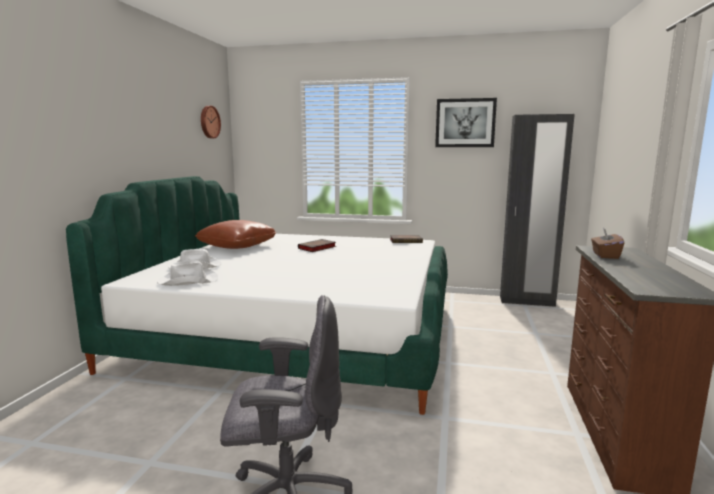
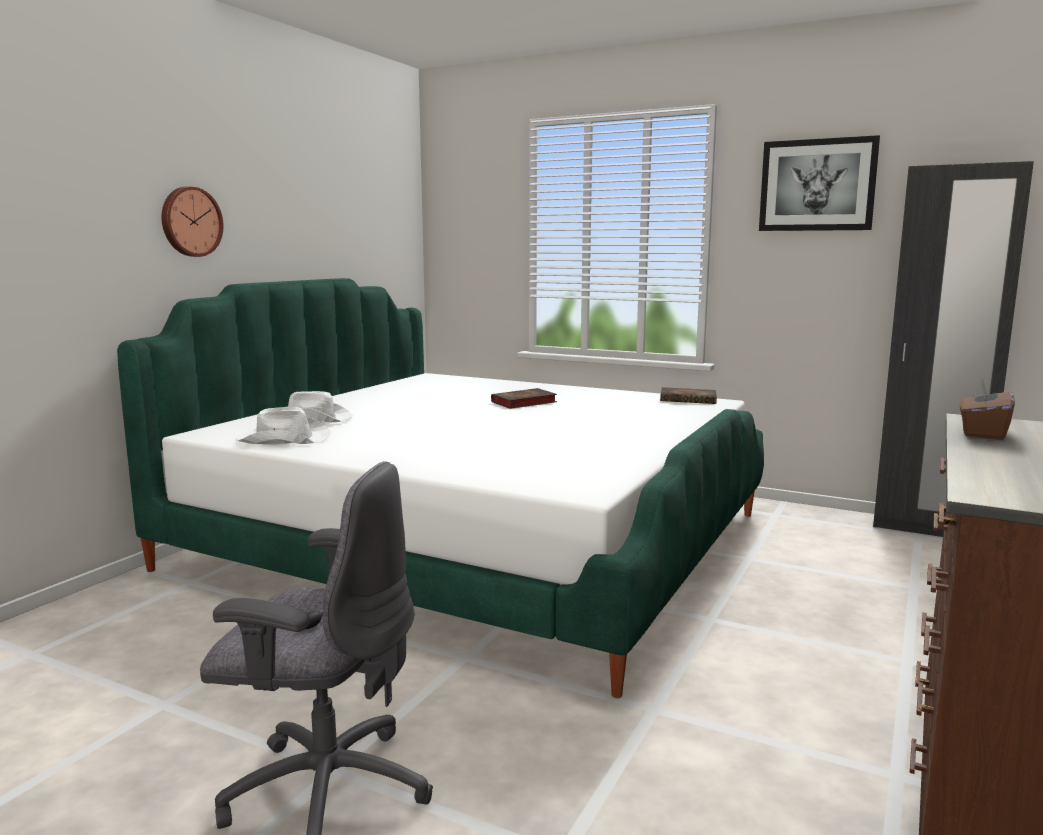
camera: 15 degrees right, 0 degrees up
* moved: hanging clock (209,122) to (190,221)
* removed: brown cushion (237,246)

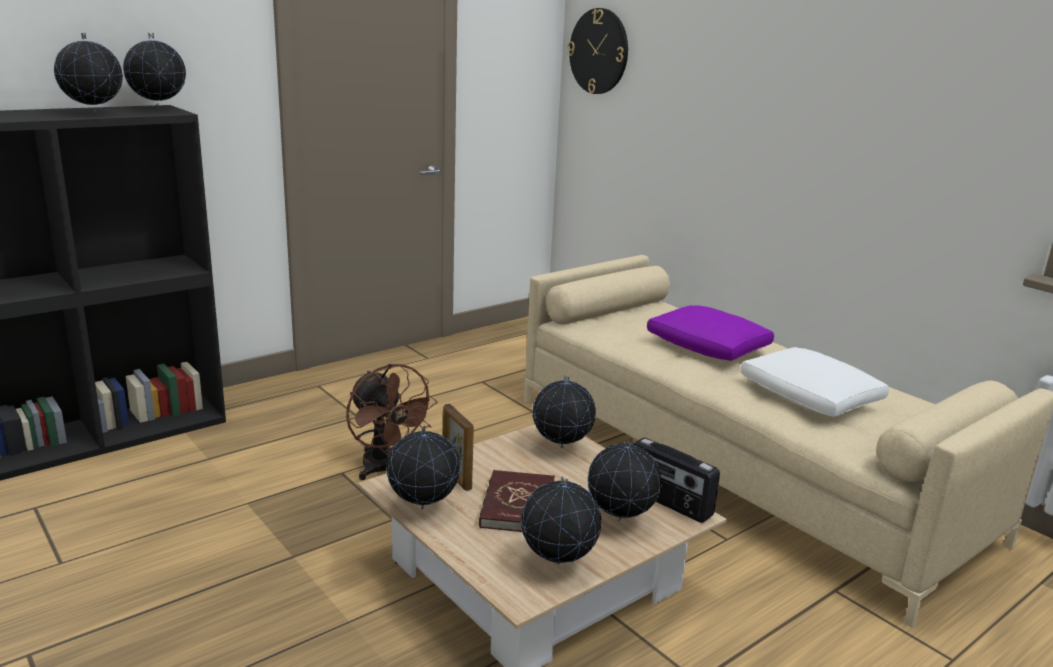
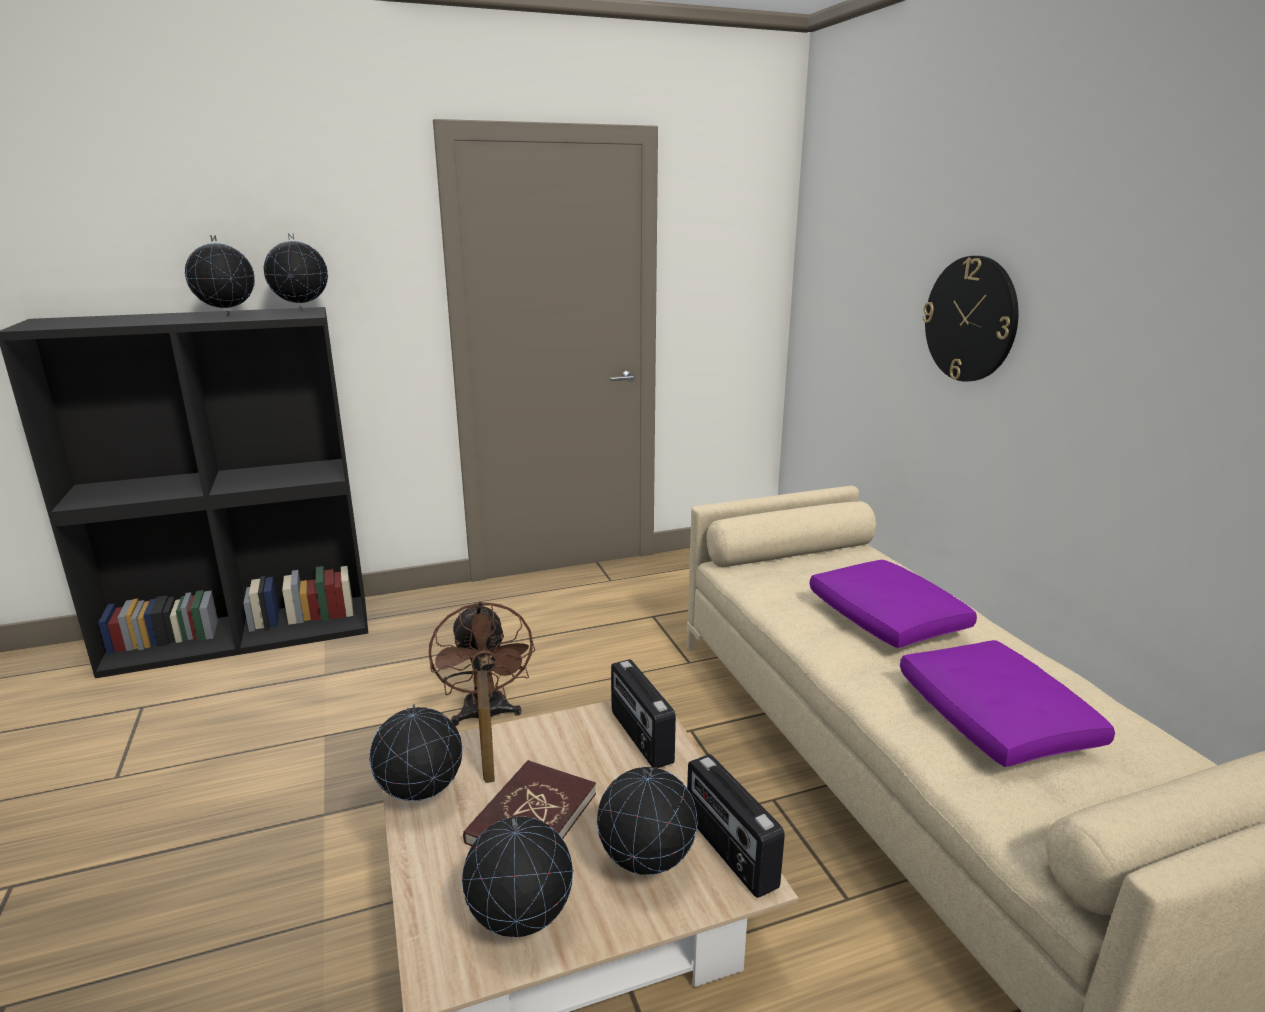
camera: 20 degrees right, 0 degrees up
* moved: hanging clock (599,51) to (970,319)
* recoloured: white cushion (810,398) to purple cushion (996,721)
* replaced: globe (561,448) to radio receiver (640,737)

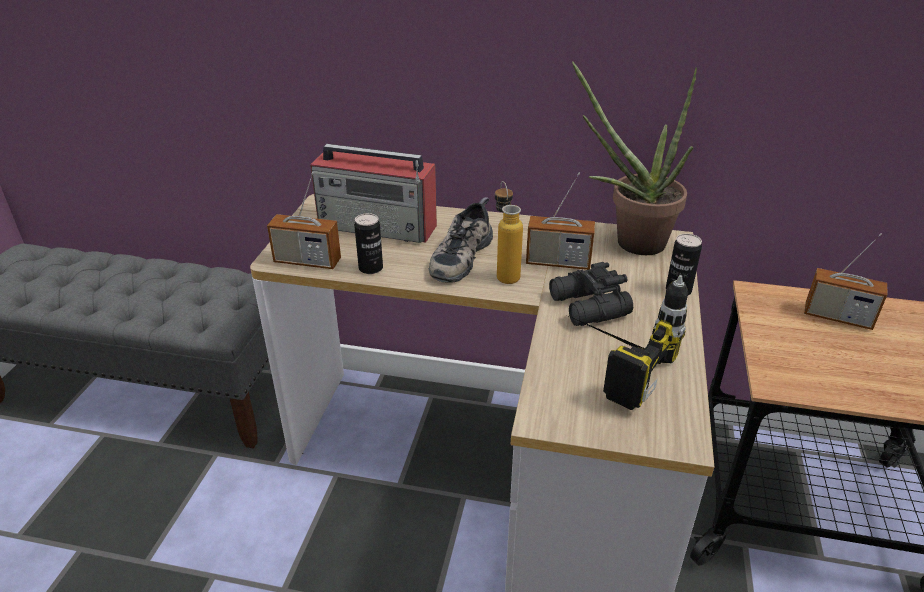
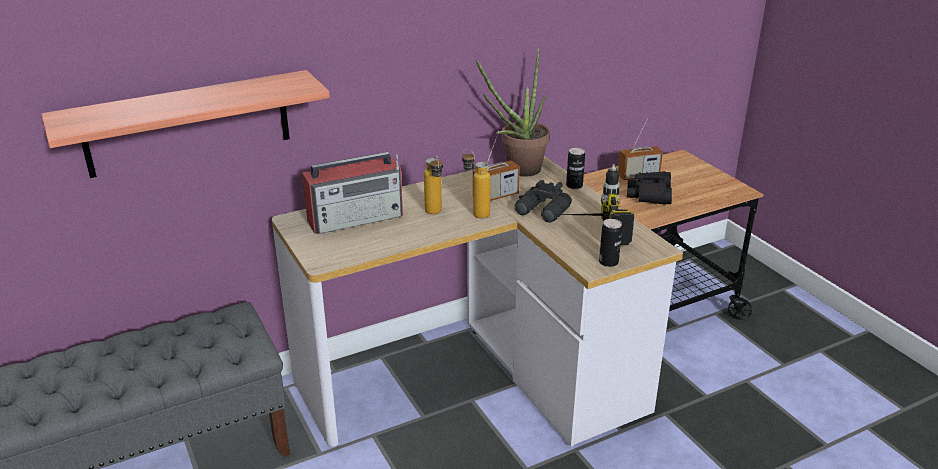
camera: 40 degrees left, 5 degrees down
* removed: radio receiver (307,261)
* replaced: item of footwear (460,255) to bottle (435,214)
* moved: metal can (370,268) to (608,262)
* added: wall shelf (188,124)
* added: blackish field glasses (650,195)

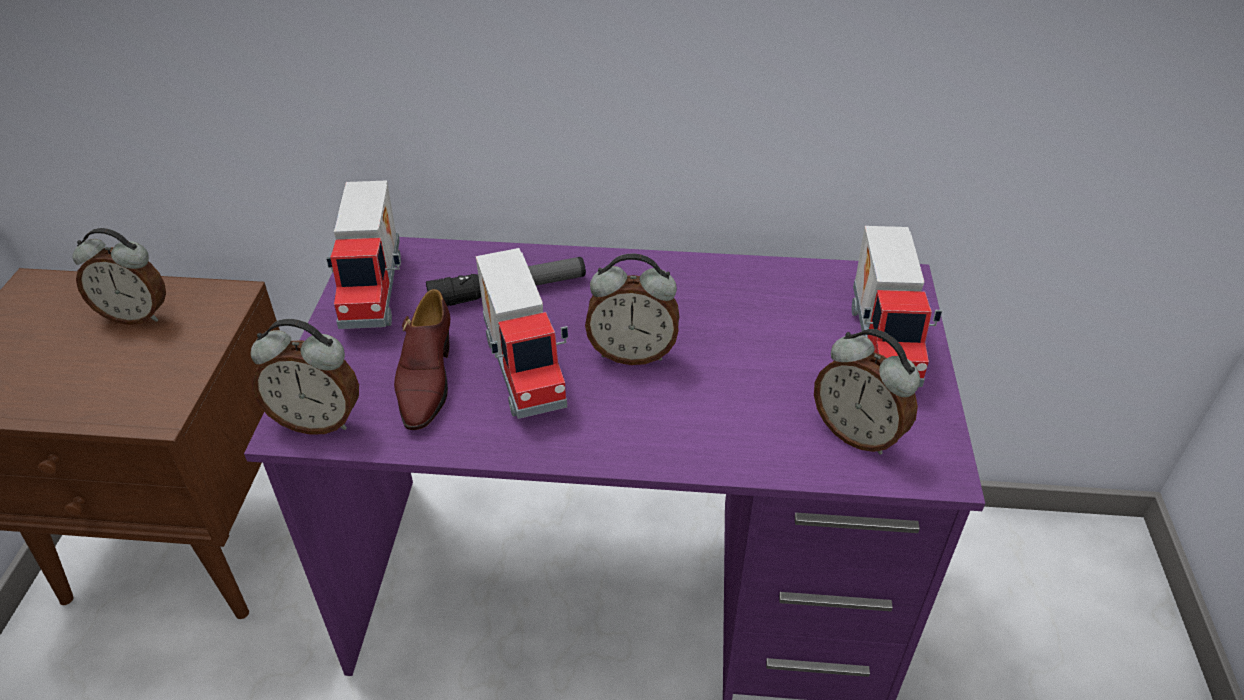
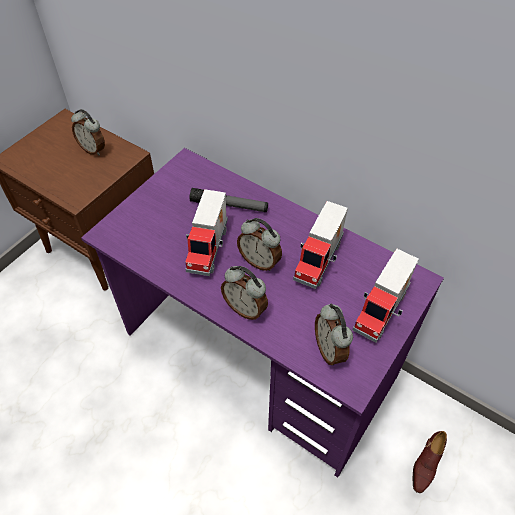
camera: 30 degrees right, 10 degrees up
* moved: toy truck (377,291) to (320,261)
* moved: brown item of footwear (425,379) to (426,464)
* moved: alarm clock (318,420) to (245,308)

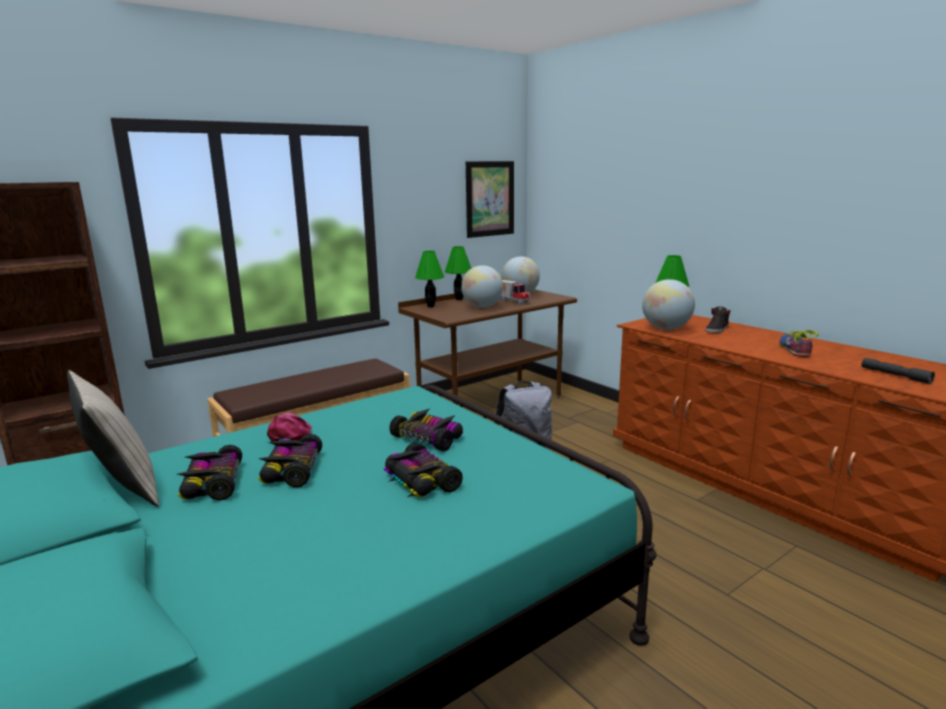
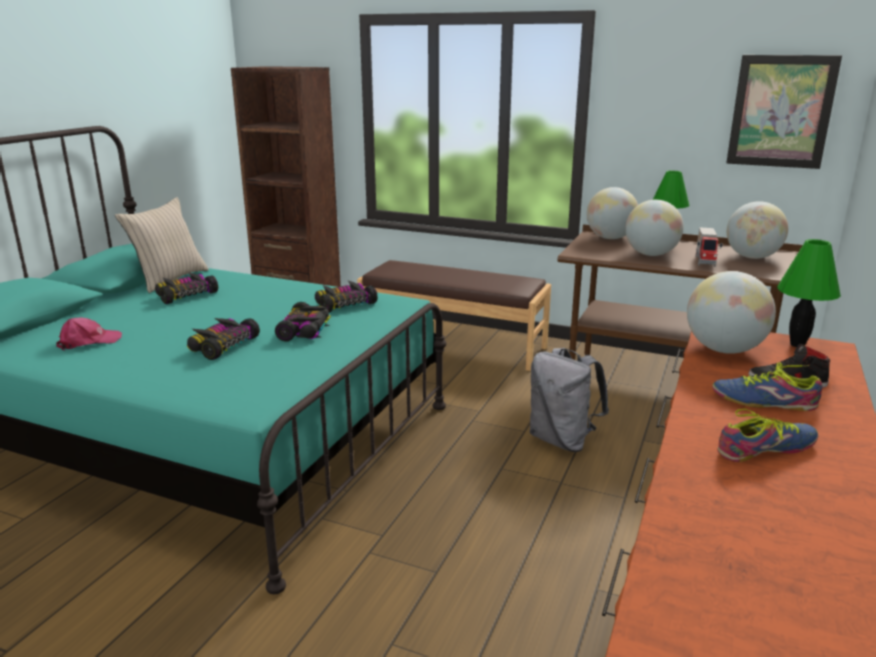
camera: 60 degrees right, 5 degrees up
* replaced: green tabletop lamp (430,306) to globe (610,238)
* removed: grey torch (895,375)
* moved: pinkish peaked cap (291,436) to (88,342)
* moved: model car (291,470) to (344,304)
* added: item of footwear (764,402)

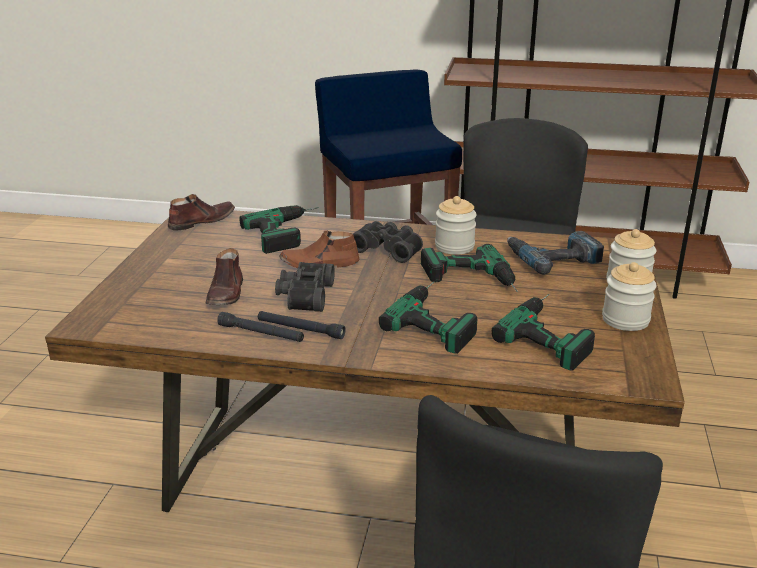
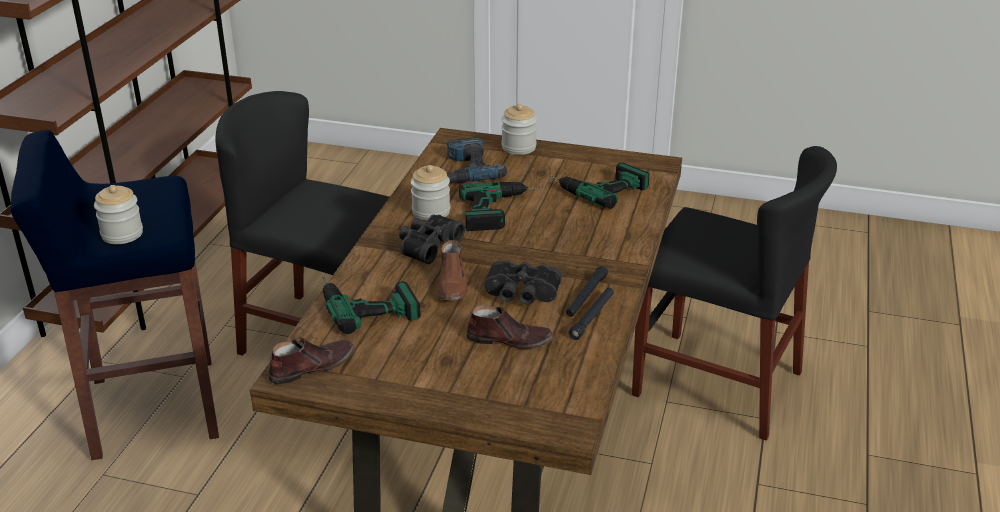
camera: 85 degrees left, 5 degrees up
* turned: brown item of footwear (201,221) = (312,367) 90 degrees clockwise
* moved: storage jar (625,320) to (122,234)
* removed: power drill (439,319)

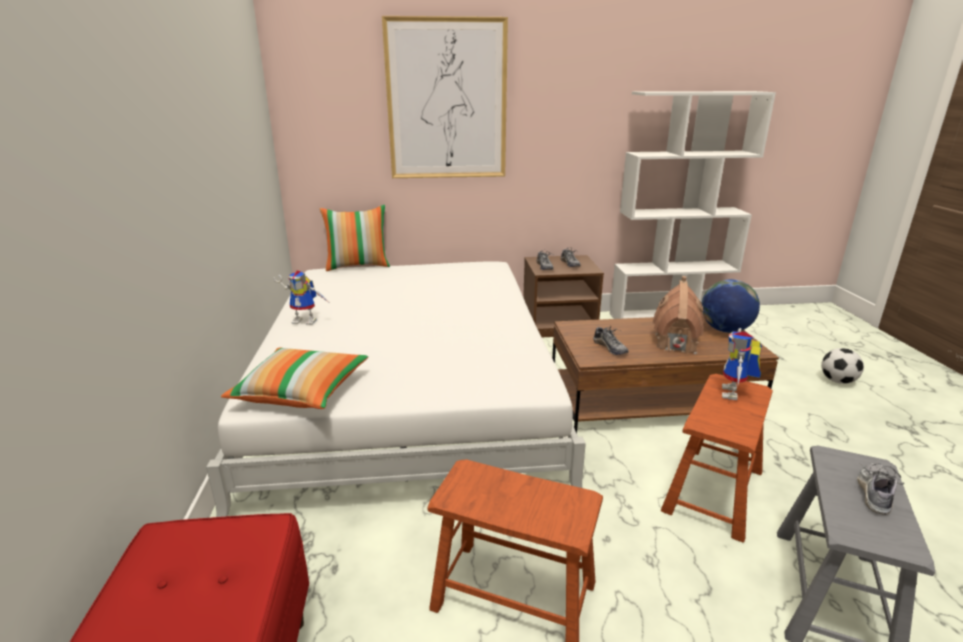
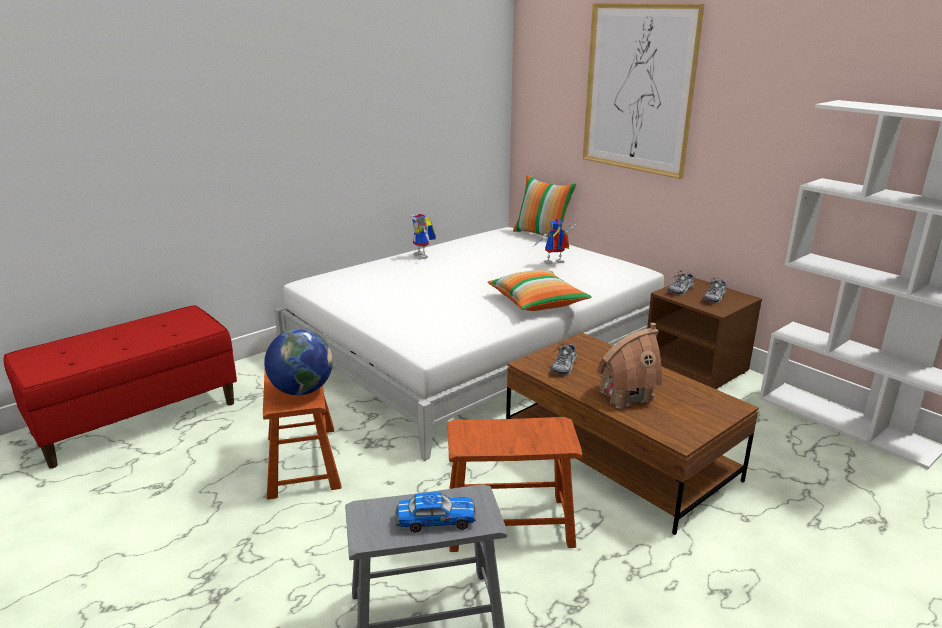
camera: 55 degrees right, 0 degrees up
* moved: globe (725,330) to (301,390)
* moved: model robot (735,394) to (553,263)
* moved: cushion (302,392) to (537,302)
* removed: ball for football (837,381)
* replaced: item of footwear (874,492) to model car (435,520)

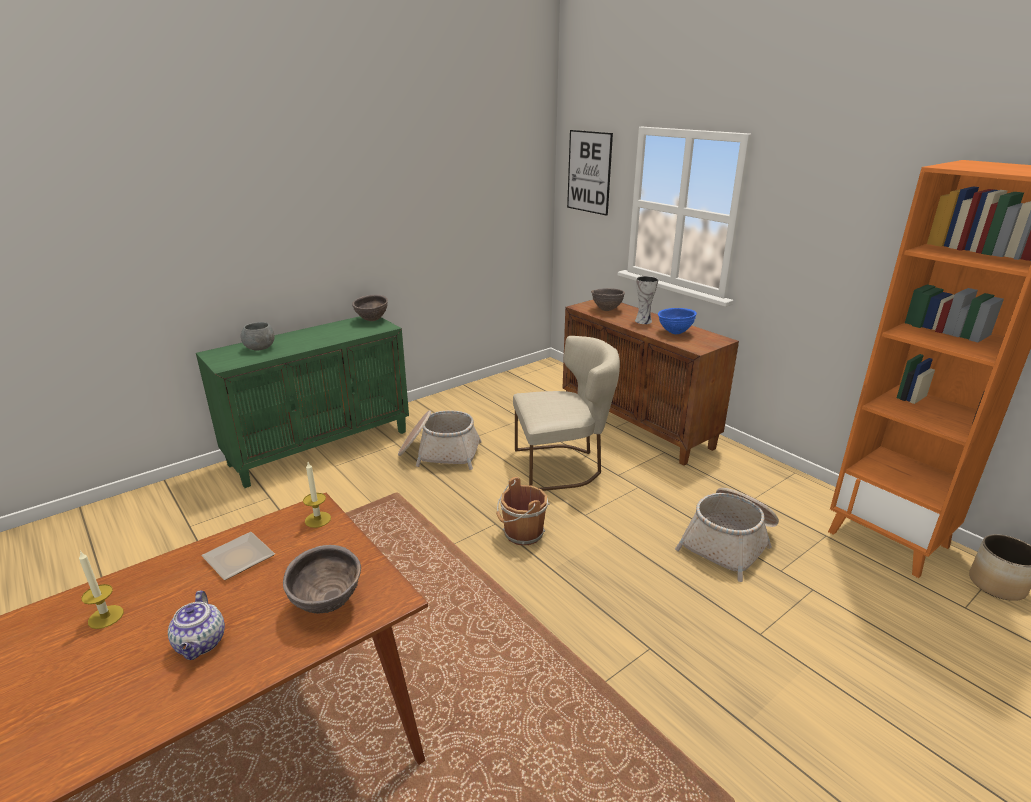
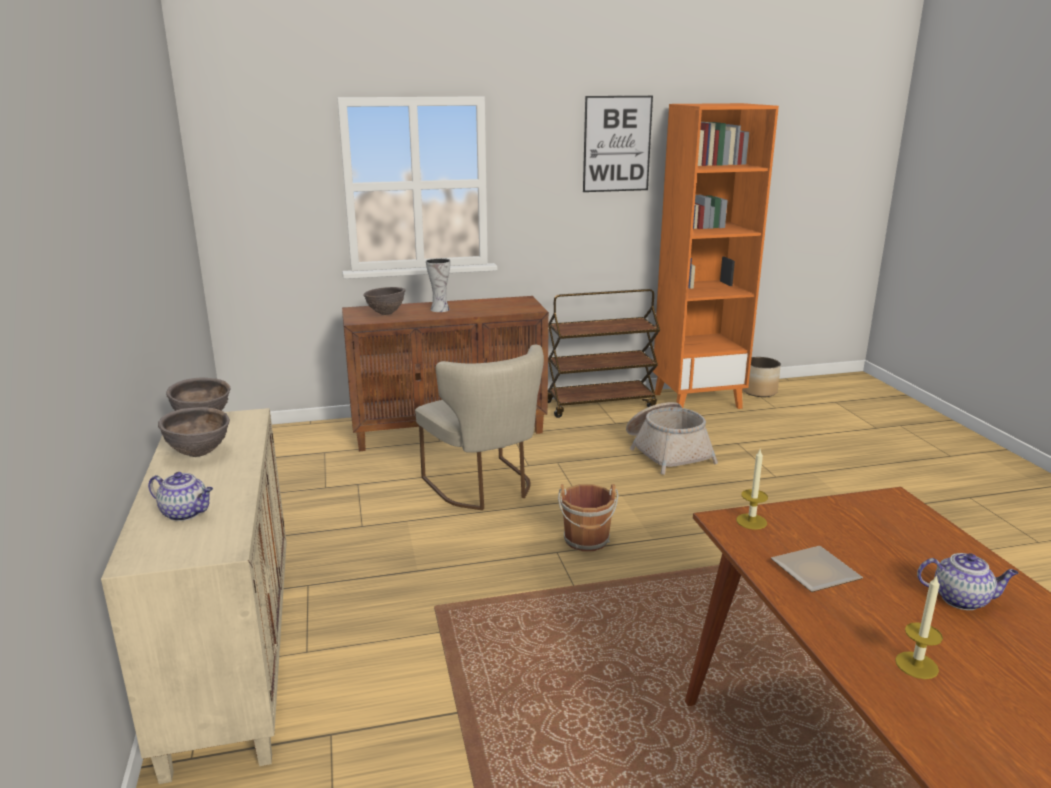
camera: 65 degrees left, 5 degrees down
* moved: wall art (589,172) to (617,144)
* removed: blue-coloured deep dish (674,333)
* recoloured: green cabinet (321,447) to beige-coloured cabinet (230,658)
* replaced: grey deep dish (260,348) to pot for tea (186,513)
* turned: beige-coloured chair (563,466) = (484,487) 135 degrees clockwise
* removed: storage basket (439,453)
* moved: brown deep dish (327,605) to (199,454)
* added: brown wheeled cart (600,405)

